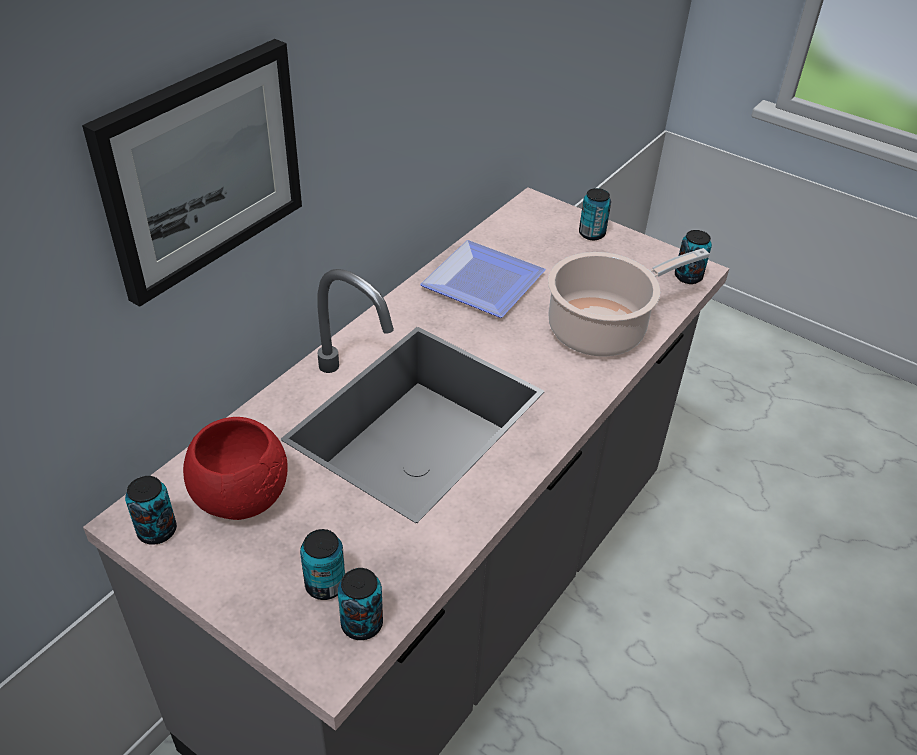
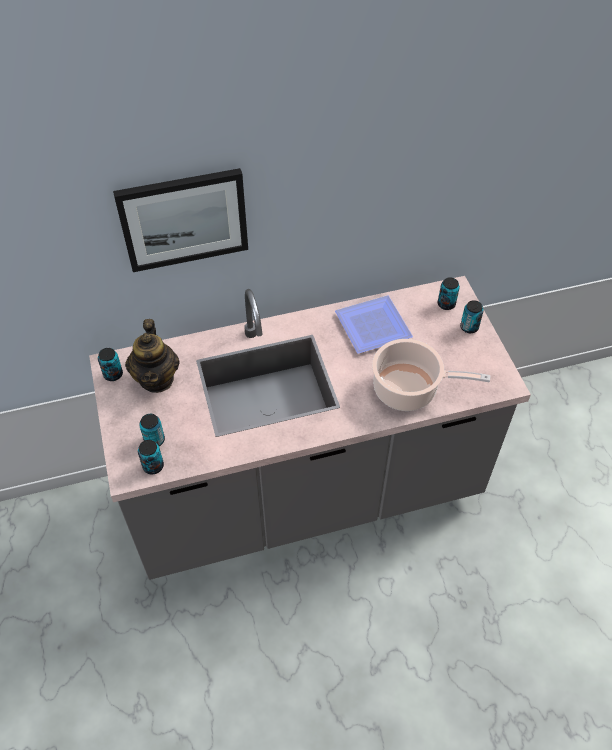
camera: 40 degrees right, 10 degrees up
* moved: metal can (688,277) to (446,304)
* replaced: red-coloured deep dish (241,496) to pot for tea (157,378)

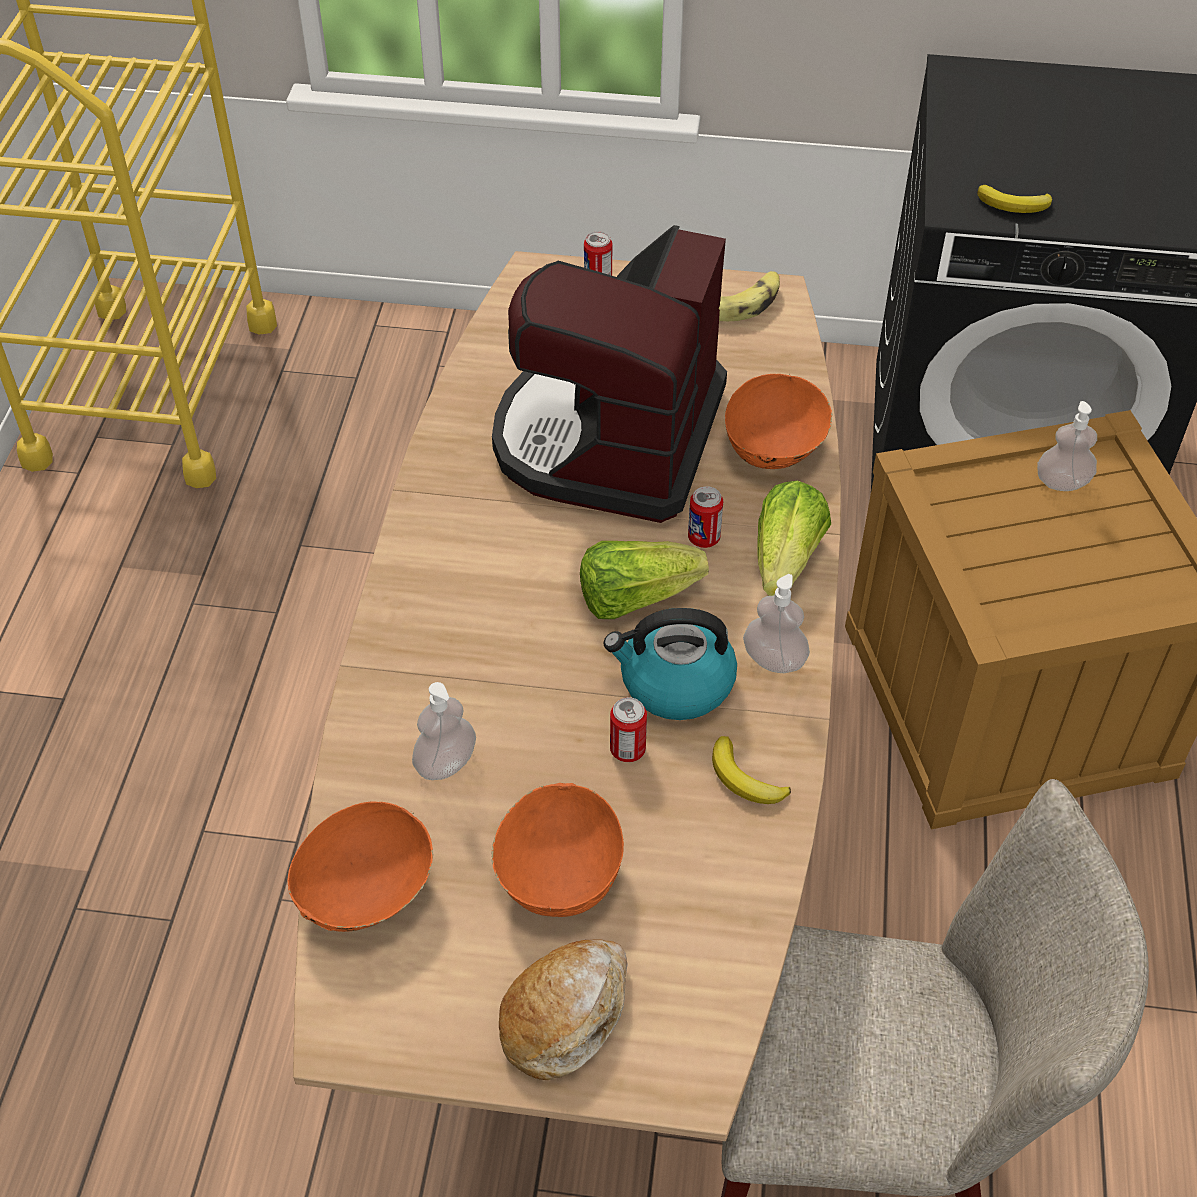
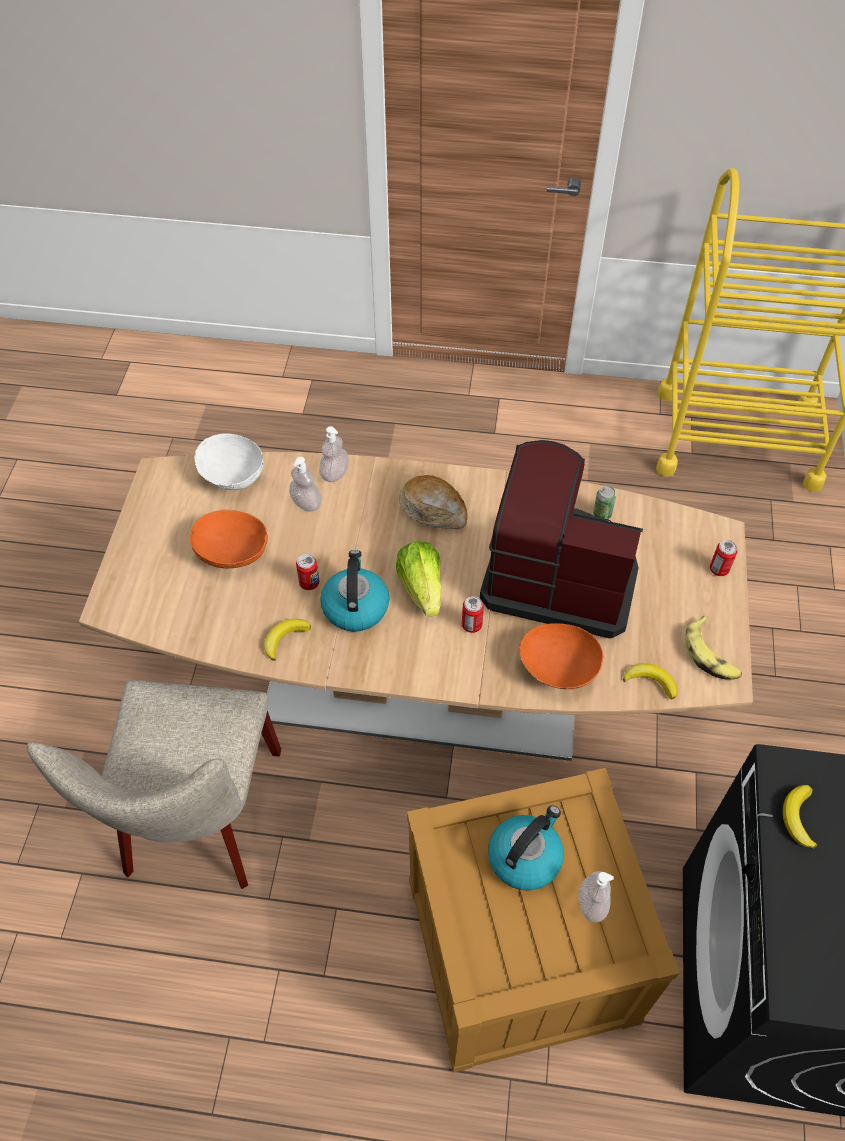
camera: 90 degrees right, 5 degrees up
* removed: lettuce (786,560)
* moved: soap dispenser (774,660) to (334,473)
* recoloured: orange-coloured deep dish (366,893) to white deep dish (231,476)
* moved: baked bread (565,1015) to (434,509)
* added: metal can (602,514)
* added: banana (651,681)
* added: kettle (525,856)

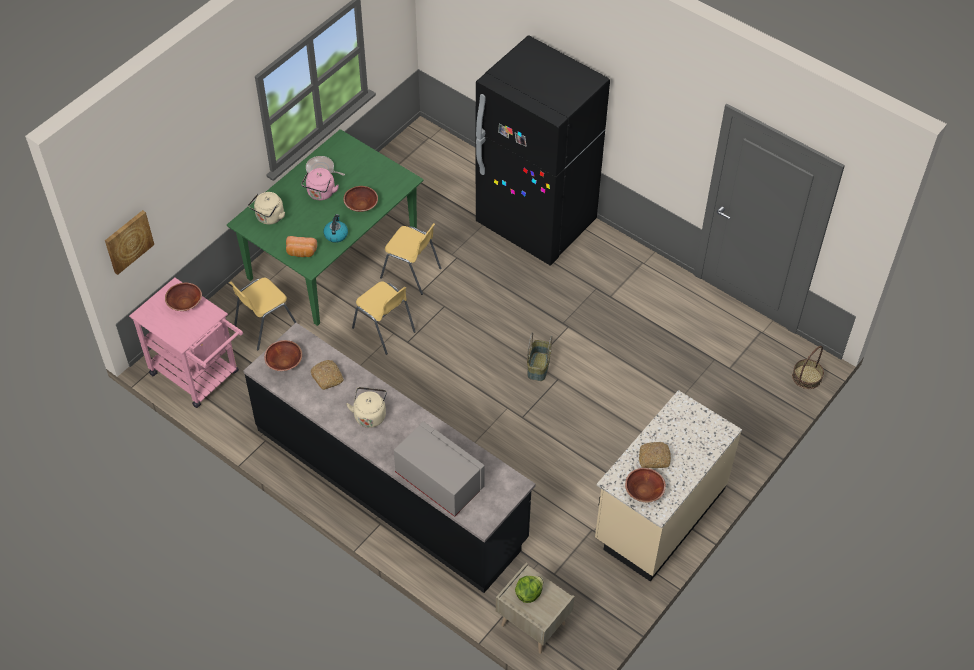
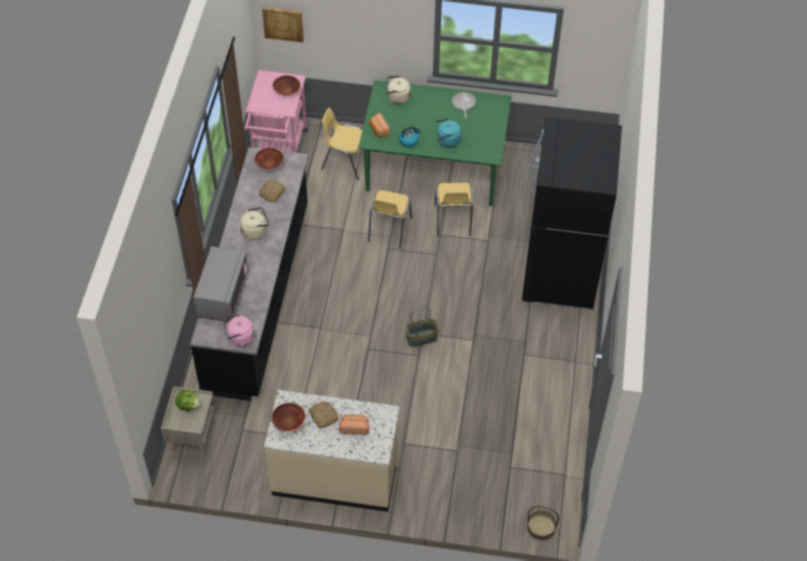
camera: 60 degrees right, 0 degrees up
* moved: pinkish kettle (320,194) to (239,338)
* replaced: brown deep dish (361,205) to turquoise-coloured kettle (447,141)
* added: baked bread (354,427)

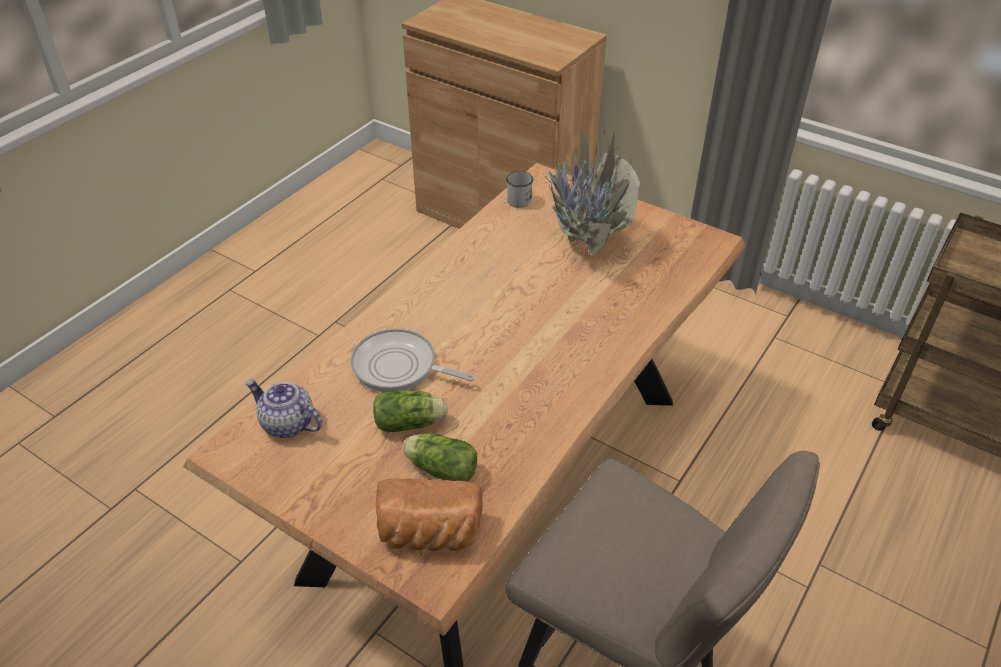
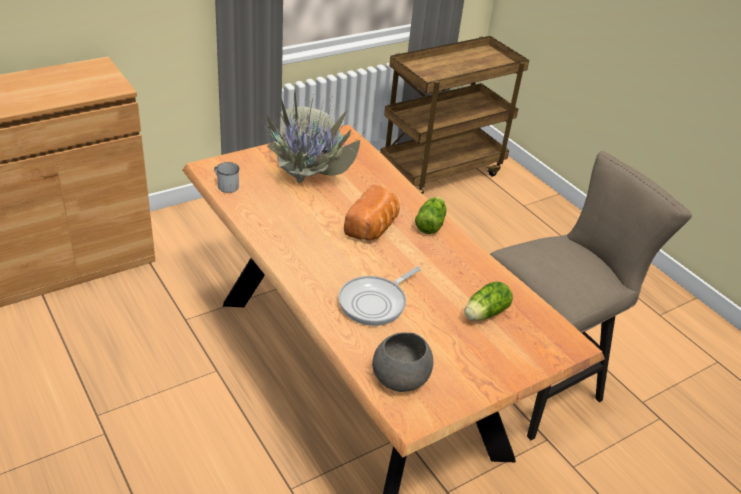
camera: 70 degrees left, 5 degrees down
* replaced: pot for tea (287,424) to grey deep dish (401,377)
* moved: lettuce (412,423) to (431,223)
* moved: baked bread (428,534) to (373,228)

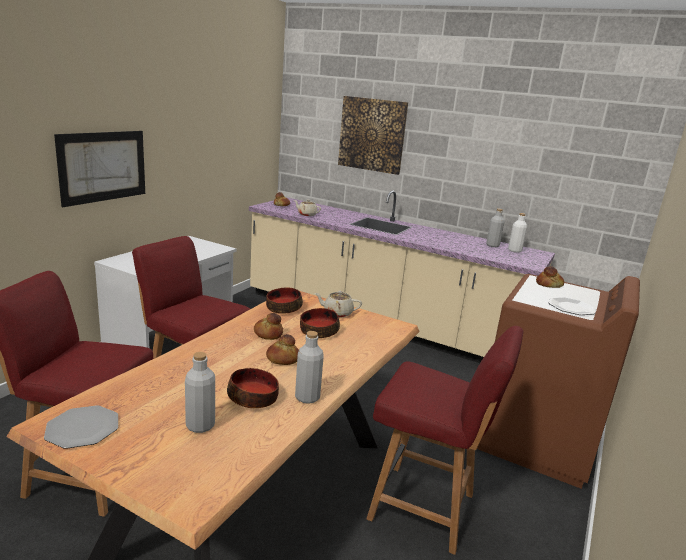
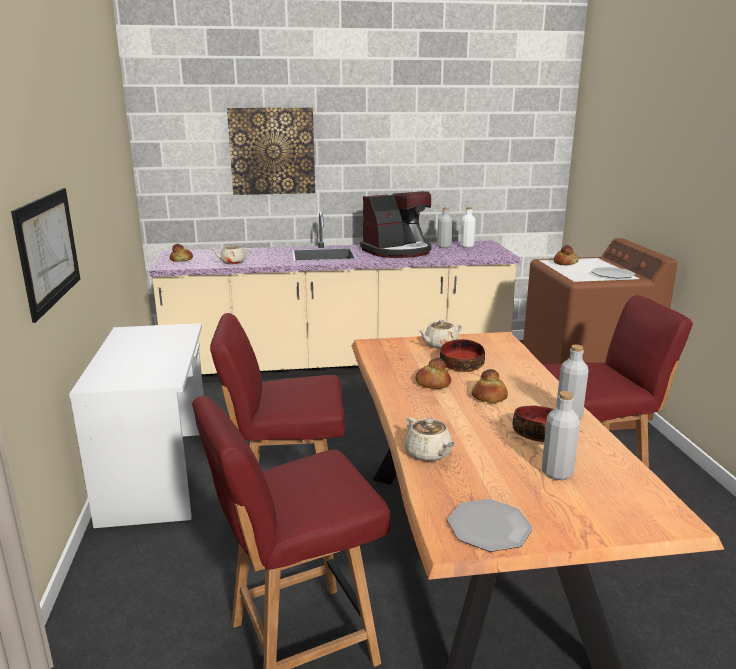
camera: 35 degrees left, 0 degrees up
* removed: deep dish (283,308)
* added: coffee maker (397,251)
* added: beige-coloured pot for tea (428,454)

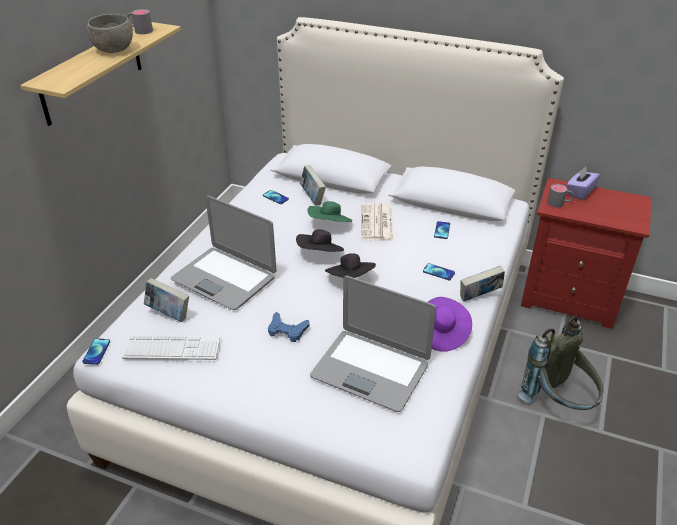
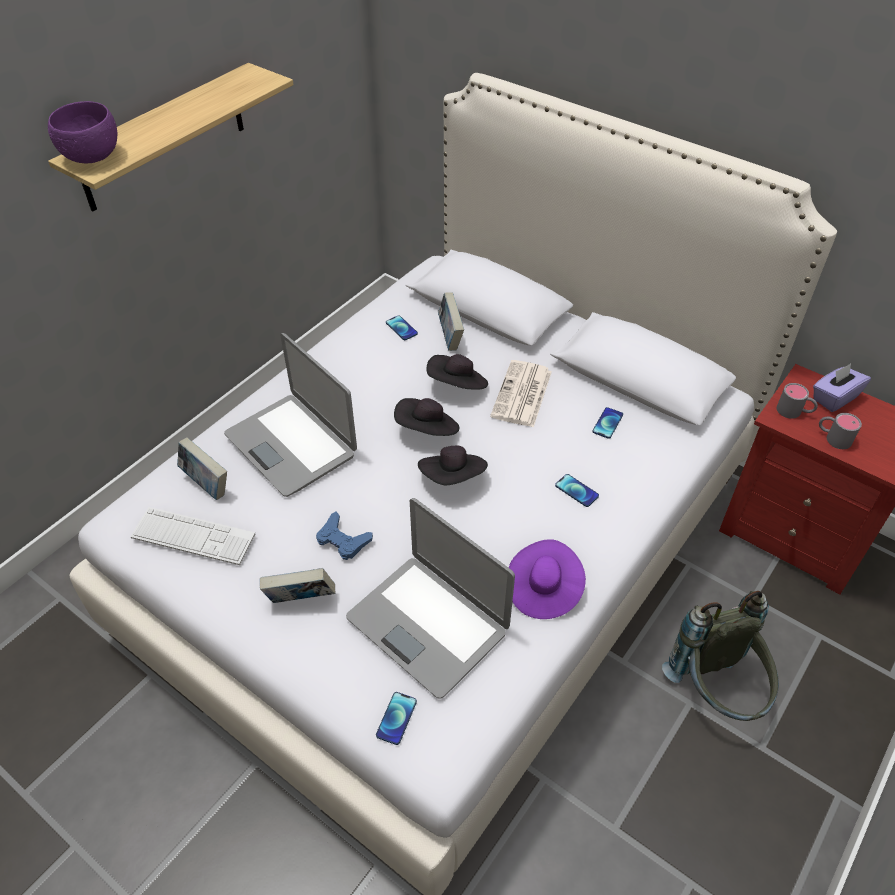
camera: 15 degrees right, 10 degrees up
* moved: grey tea mug (140,30) to (833,437)
* removed: grey deep dish (113,50)
* recoloured: green hat (330,225) to blackish hat (457,385)
* moved: book (479,297) to (301,600)
* moved: phone (96,352) to (396,718)
* added: purple deep dish (91,157)

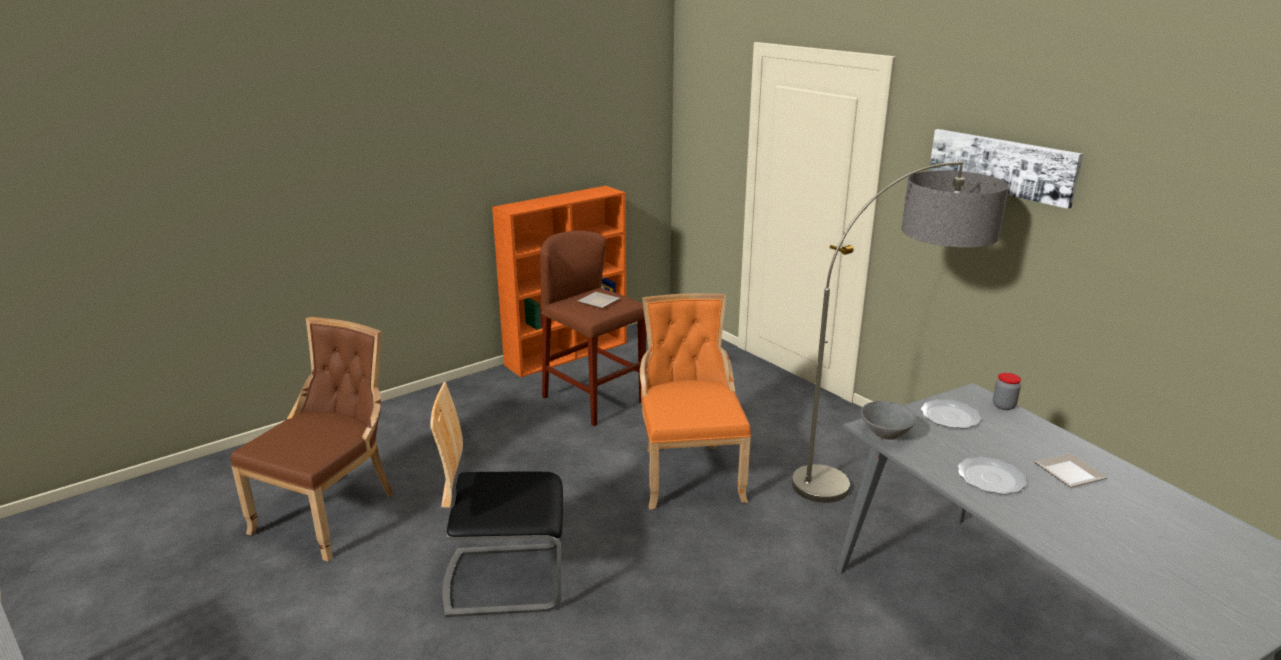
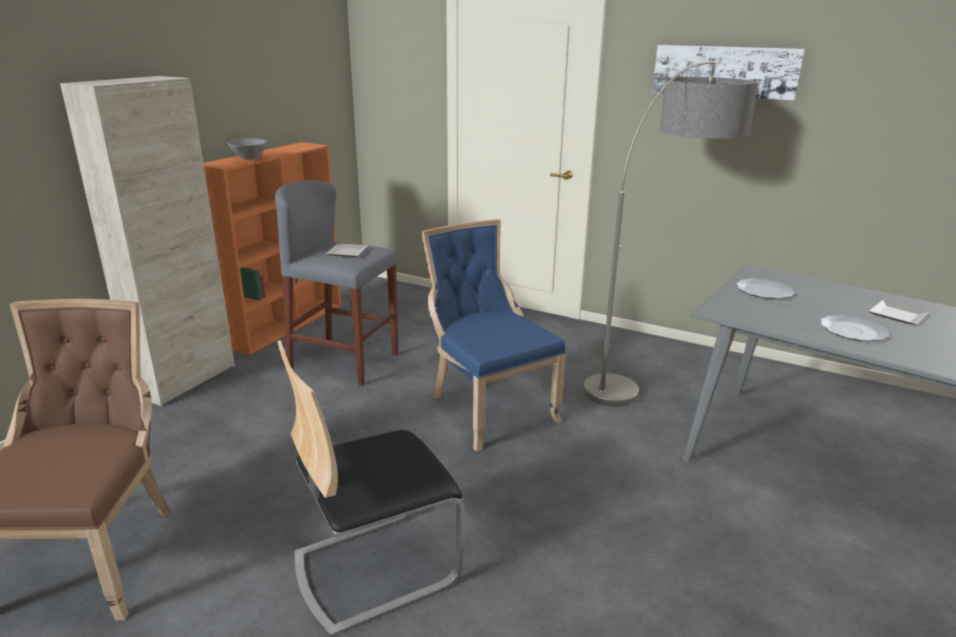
camera: 25 degrees left, 0 degrees up
* recoloured: brown sitting stool (593,400) to grey sitting stool (344,361)
* recoloured: orange-coloured chair (689,473) to blue-coloured chair (488,408)
* removed: storage jar (1003,406)
* moved: grey deep dish (885,434) to (250,158)
* added: beige-coloured cabinet (186,380)

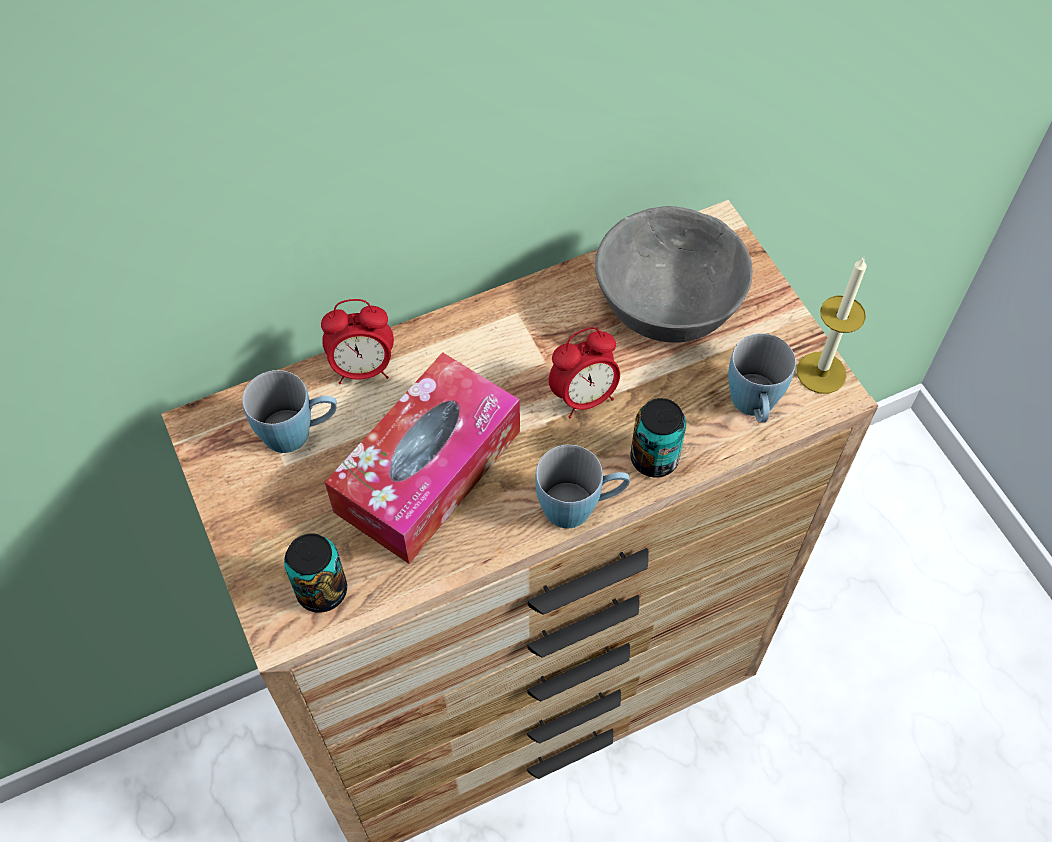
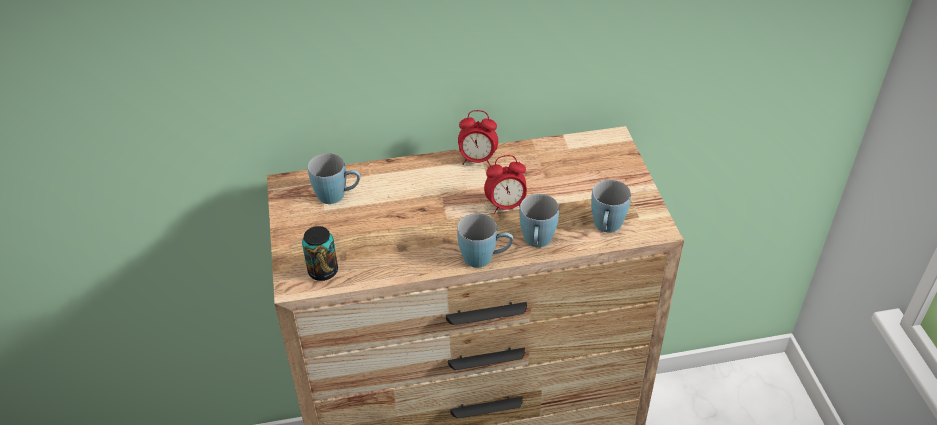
camera: 15 degrees right, 15 degrees down
* removed: grey deep dish (667,302)
* removed: candle (821,372)
* moved: alarm clock (363,368) to (477,160)
* removed: box of tissues (428,471)
* replaced: metal can (654,458) to blue-coloured tea mug (537,242)

